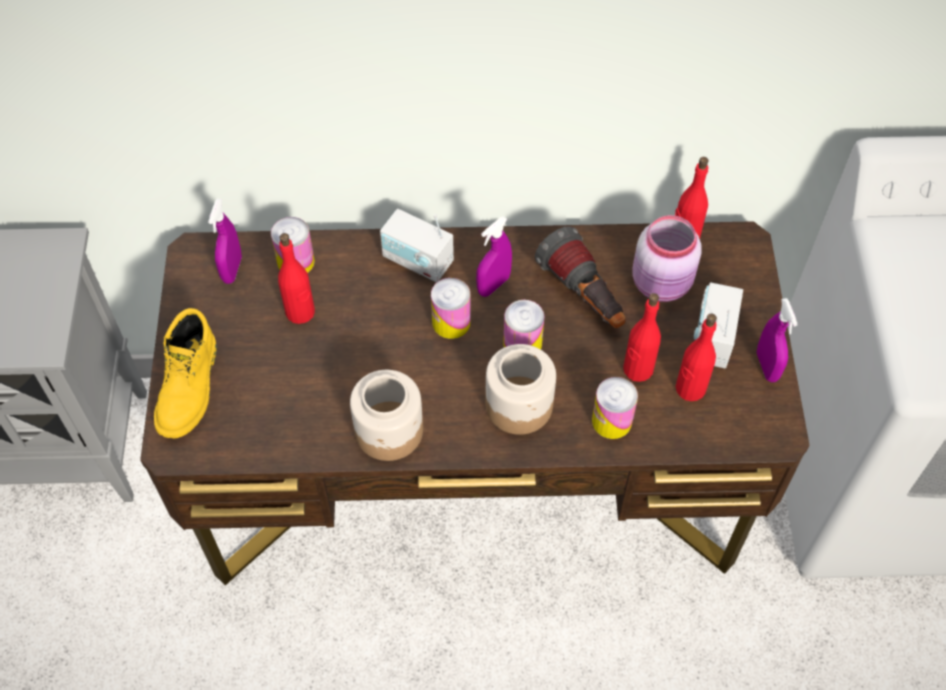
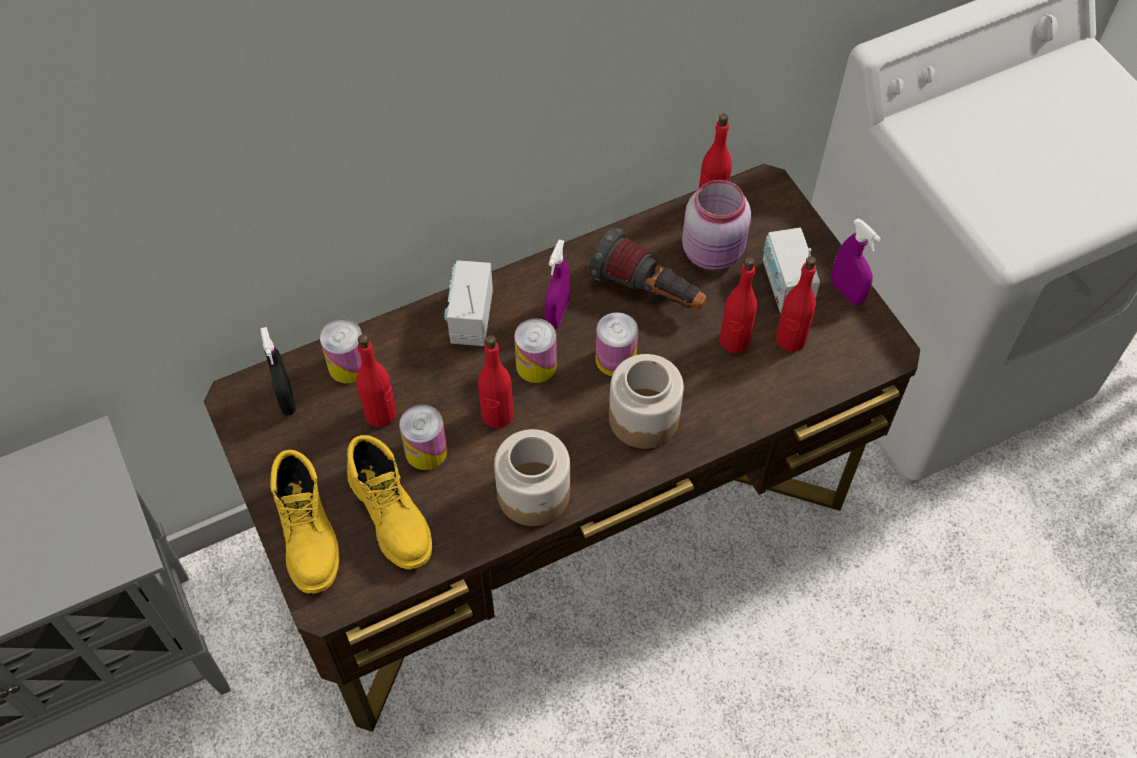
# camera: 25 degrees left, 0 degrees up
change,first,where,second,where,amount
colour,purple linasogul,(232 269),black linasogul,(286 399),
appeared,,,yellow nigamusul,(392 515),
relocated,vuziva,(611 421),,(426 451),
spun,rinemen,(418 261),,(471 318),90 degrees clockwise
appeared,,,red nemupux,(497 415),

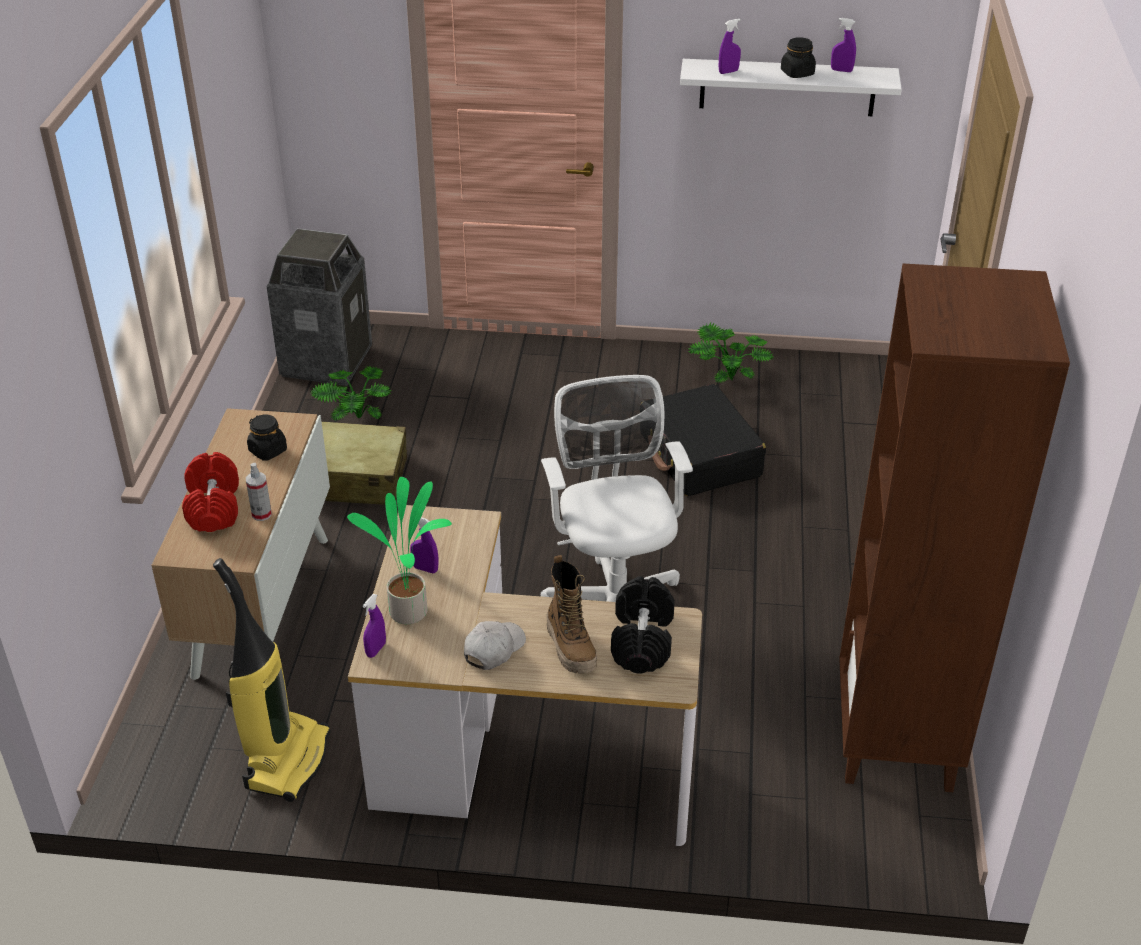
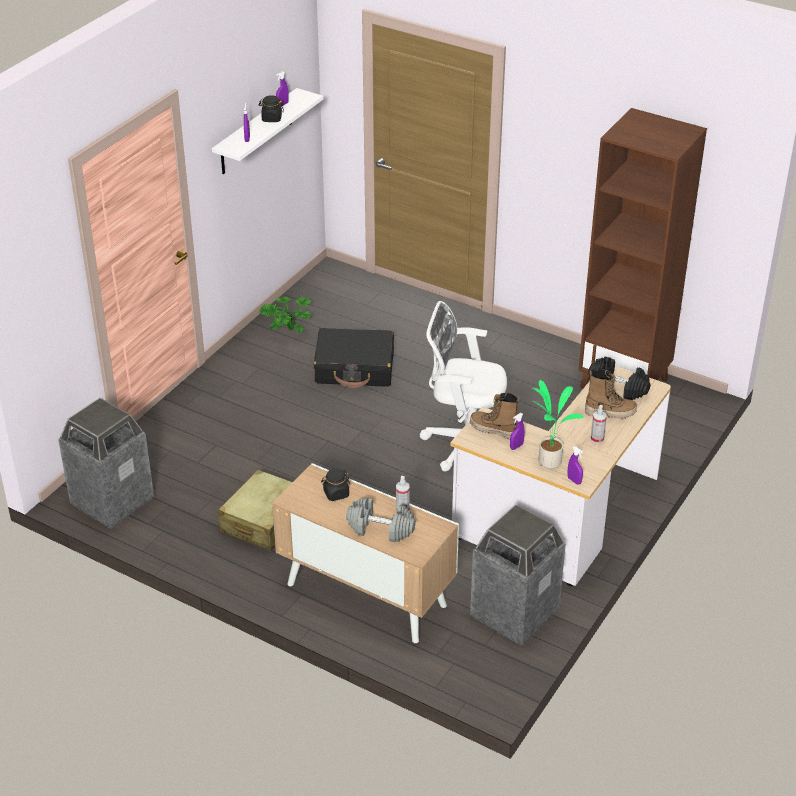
# camera: 65 degrees left, 0 degrees up
change,first,where,second,where,amount
colour,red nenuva,(213 507),grey nenuva,(380 529),
appeared,,,nigamusul,(494 430),
exchanged,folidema,(286 759),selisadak,(514 613),
exchanged,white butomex,(493 649),linasogul,(597 439),
missing,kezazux,(353 419),,,

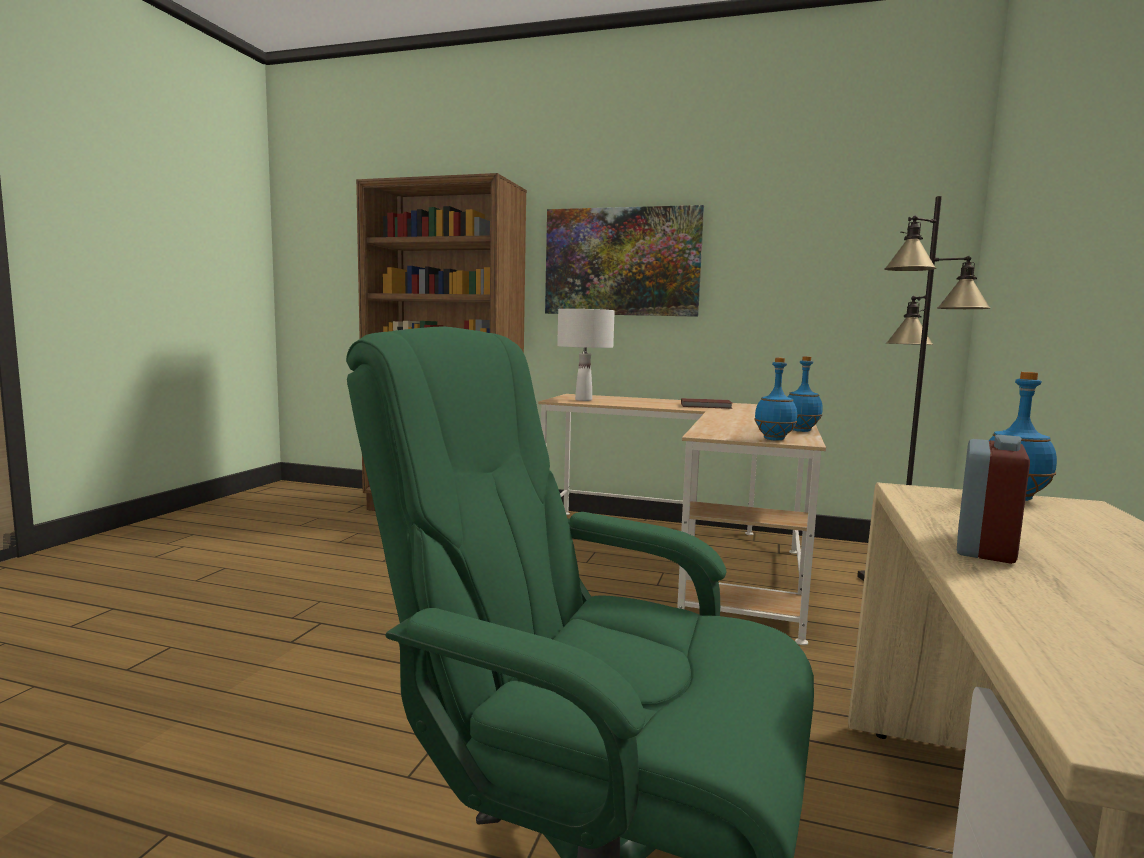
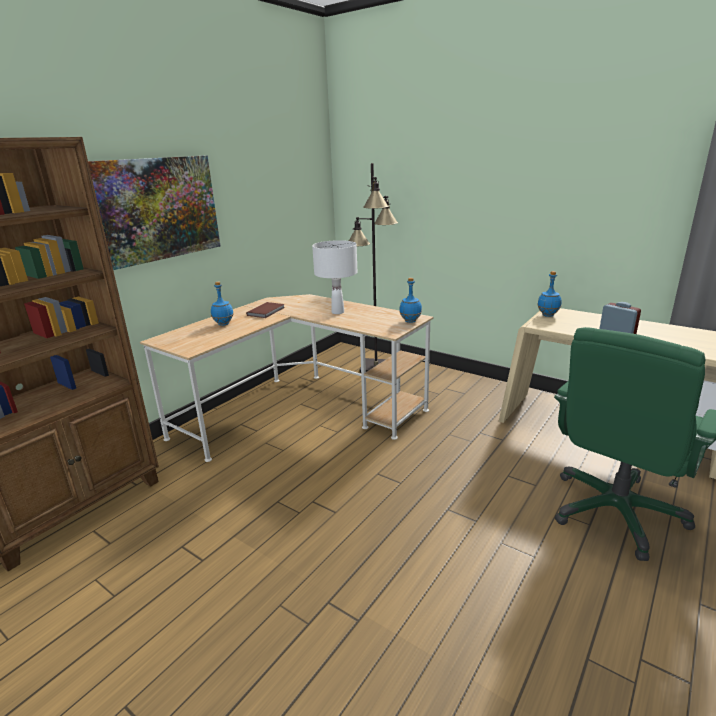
# camera: 70 degrees left, 15 degrees up
change,first,where,second,where,amount
relocated,blue nemupux,(801 431),,(224 324),
relocated,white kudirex,(583 400),,(338 312),

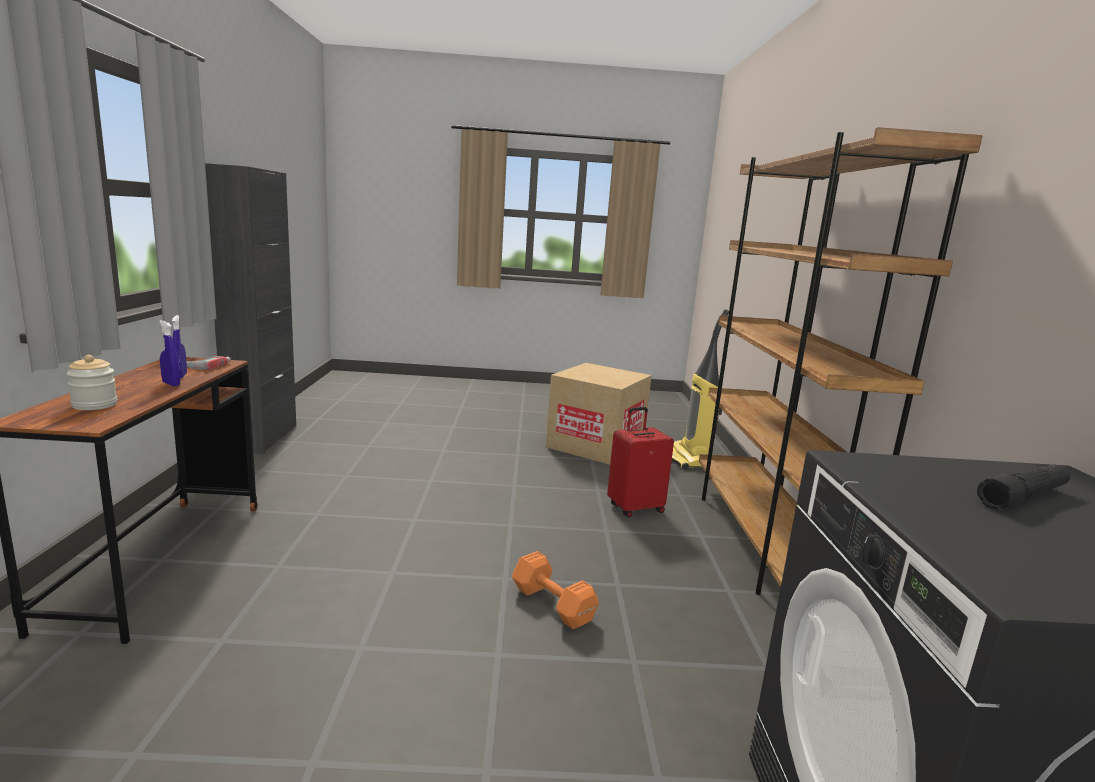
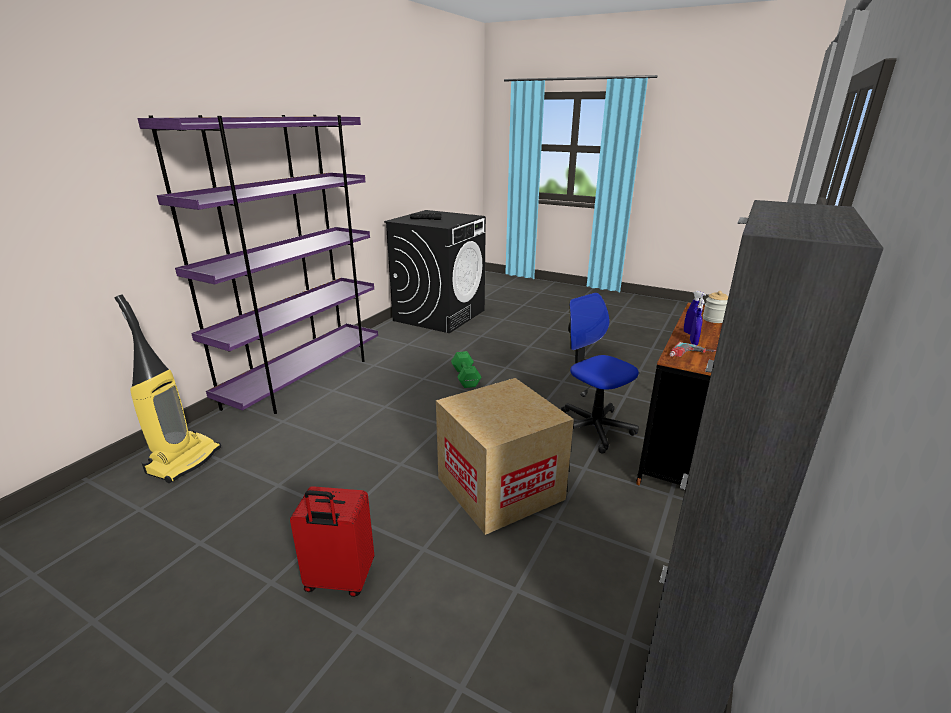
# camera: 150 degrees left, 10 degrees up
change,first,where,second,where,amount
colour,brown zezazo,(763 542),purple zezazo,(305 379),
relocated,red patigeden,(635 508),,(339 580),
relocated,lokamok,(595 445),,(500 488),
colour,orange nenuva,(553 606),green nenuva,(466 377),
appeared,,,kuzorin,(593 428),

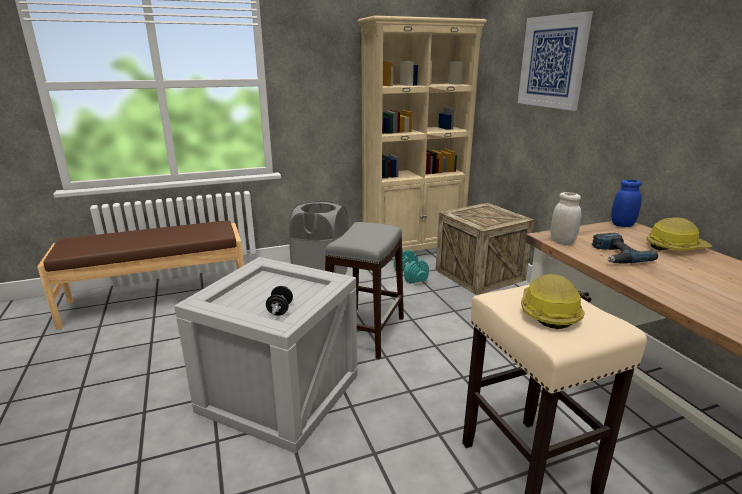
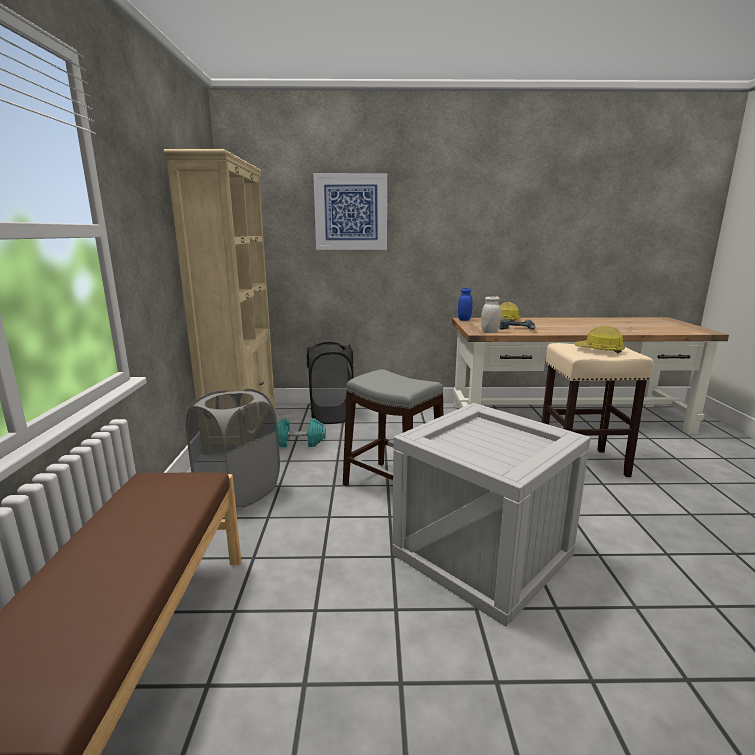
# camera: 70 degrees left, 5 degrees down
change,first,where,second,where,amount
exchanged,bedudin,(479 275),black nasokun,(331 415),
missing,black nenuva,(280 310),,,

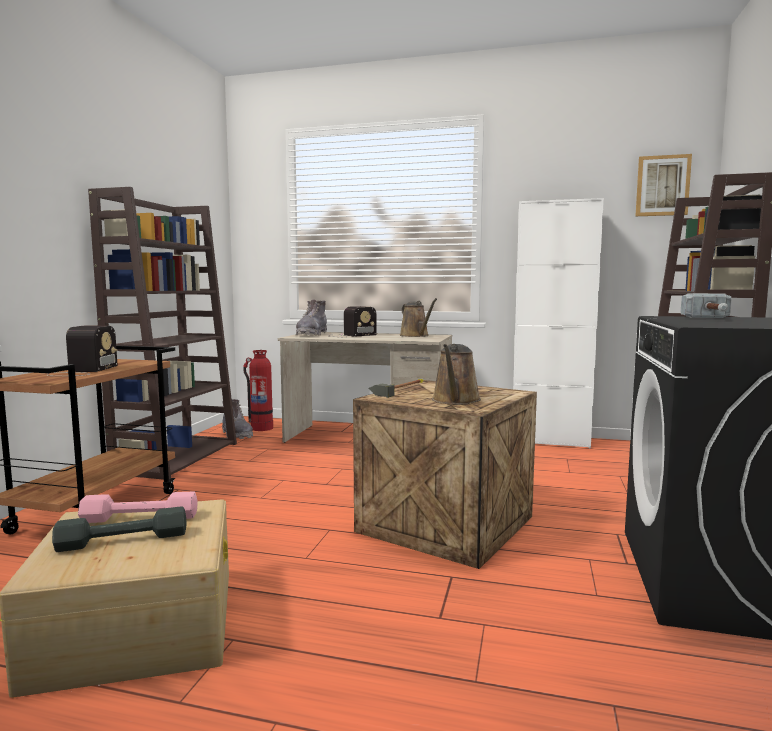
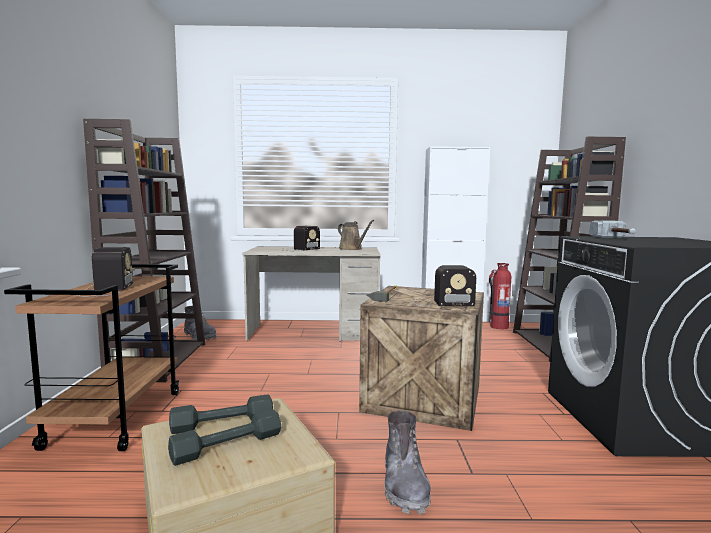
# camera: 15 degrees left, 0 degrees up
change,first,where,second,where,amount
colour,pink nenuva,(140 518),grey nenuva,(223 423),
relocated,grey nigamusul,(312 334),,(404 485),
exchanged,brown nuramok,(455 401),rinemen,(440 302),
relocated,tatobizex,(261 428),,(498 326),
missing,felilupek,(662 186),,,

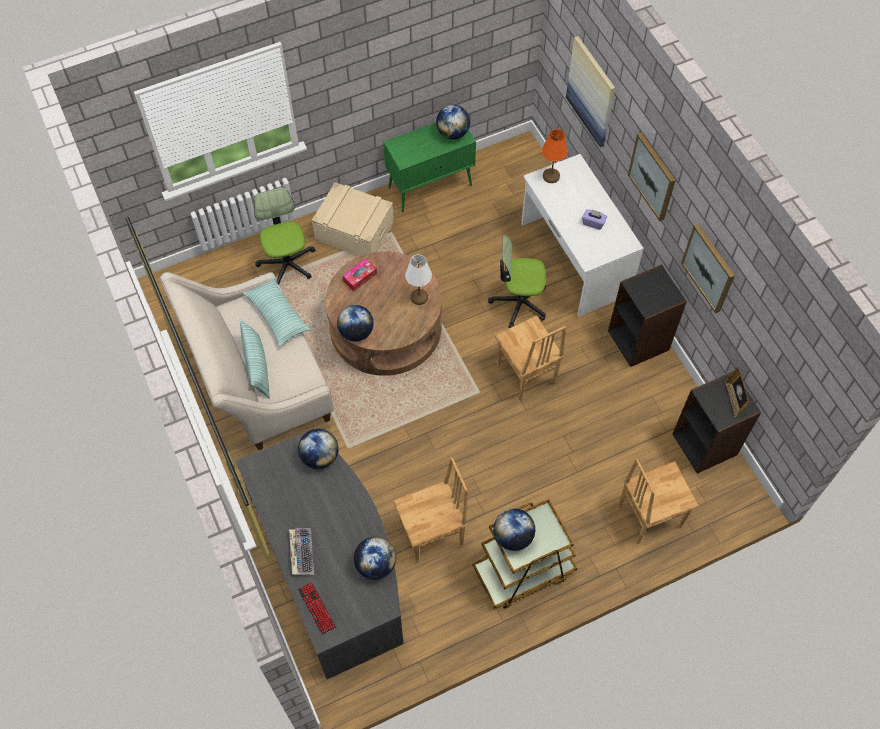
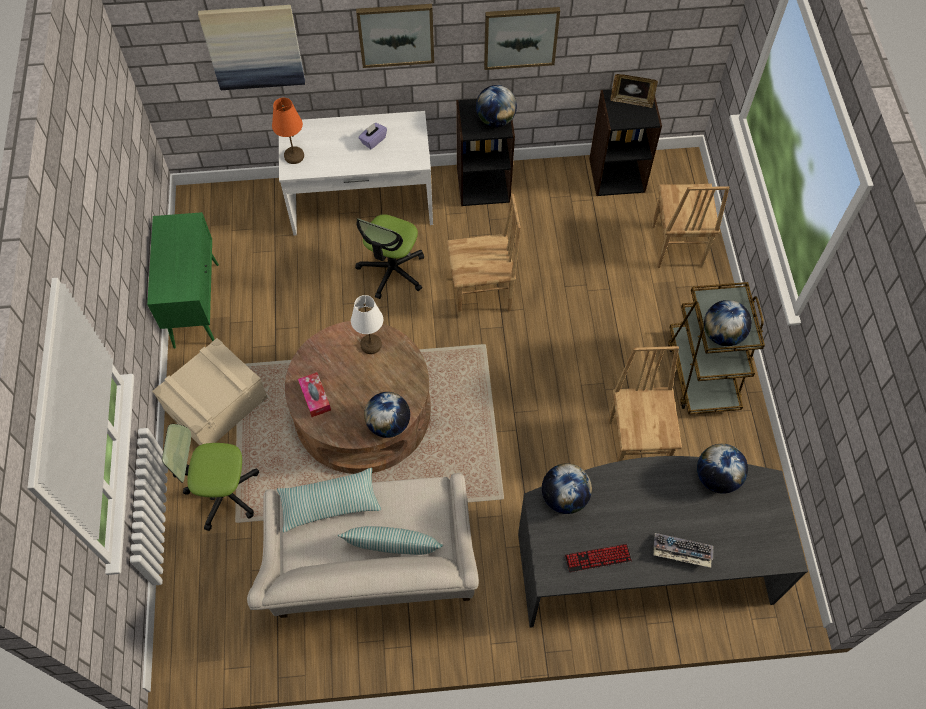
# camera: 70 degrees left, 0 degrees up
change,first,where,second,where,amount
relocated,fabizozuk,(452 133),,(495 120),
relocated,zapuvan,(316 608),,(598 558),

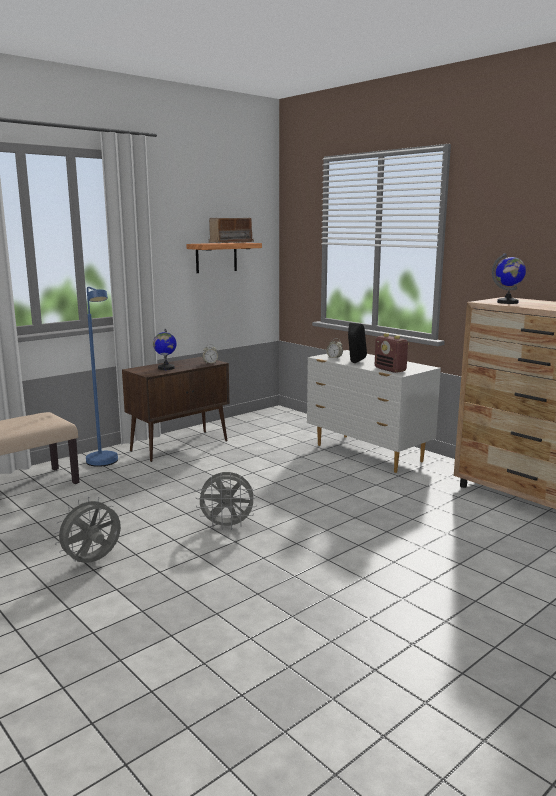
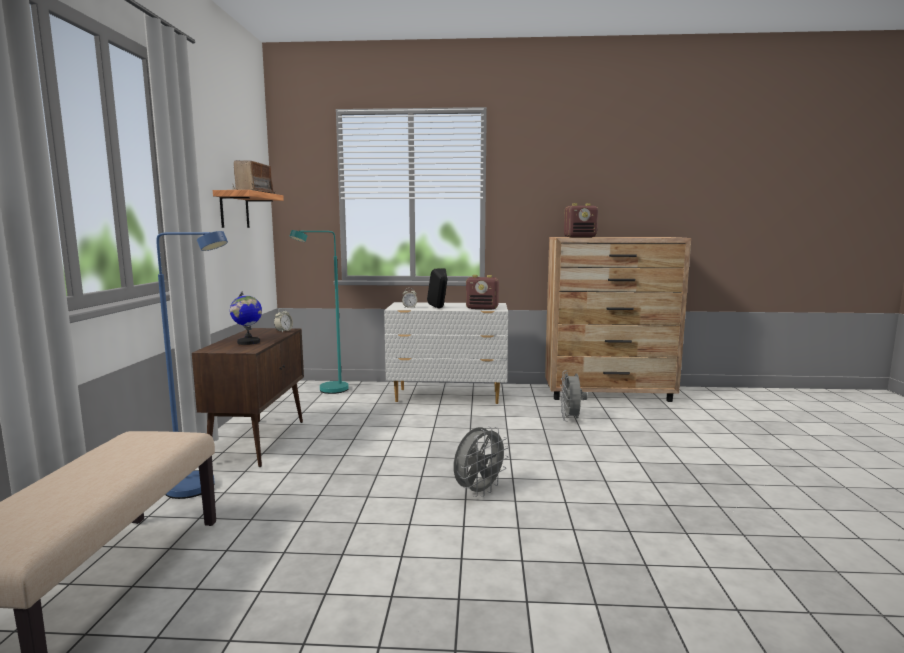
# camera: 45 degrees left, 5 degrees down
change,first,where,second,where,amount
appeared,,,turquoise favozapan,(327 391),
relocated,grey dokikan,(92 562),,(571 420),
exchanged,fabizozuk,(507 302),rinemen,(580 237),

